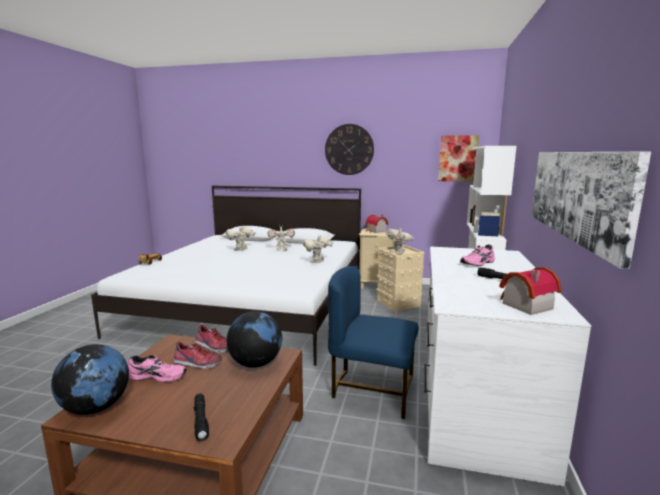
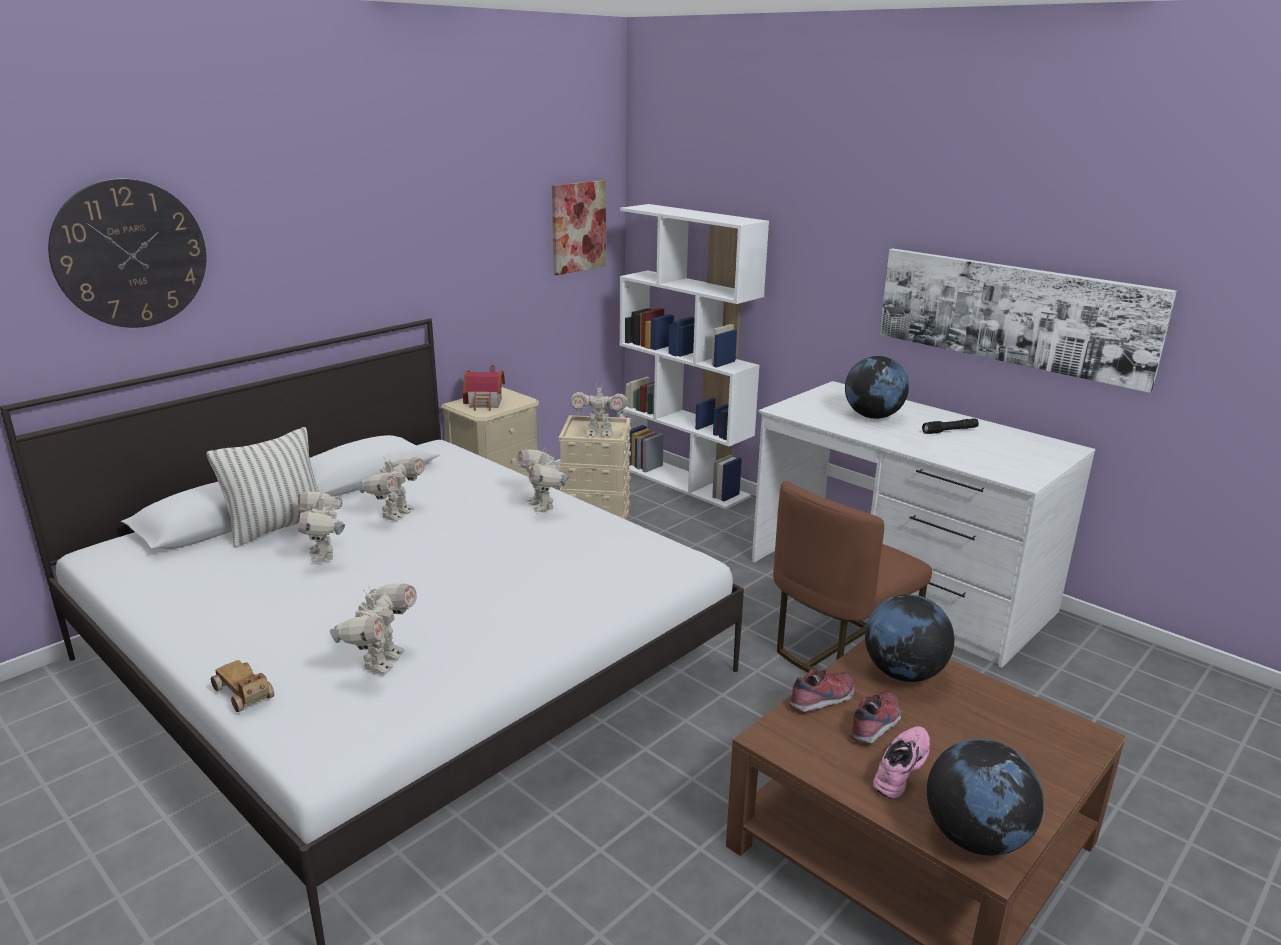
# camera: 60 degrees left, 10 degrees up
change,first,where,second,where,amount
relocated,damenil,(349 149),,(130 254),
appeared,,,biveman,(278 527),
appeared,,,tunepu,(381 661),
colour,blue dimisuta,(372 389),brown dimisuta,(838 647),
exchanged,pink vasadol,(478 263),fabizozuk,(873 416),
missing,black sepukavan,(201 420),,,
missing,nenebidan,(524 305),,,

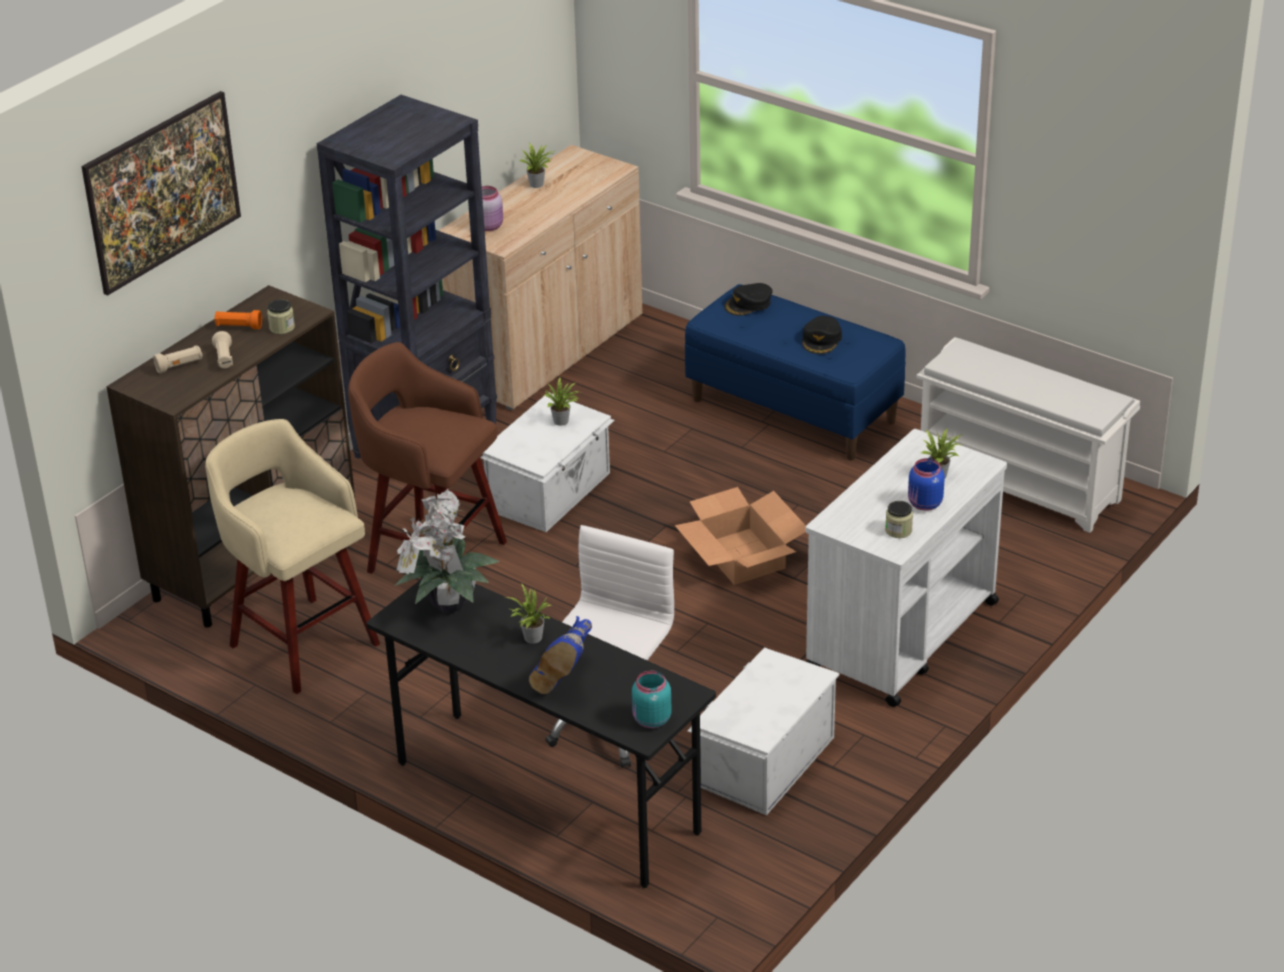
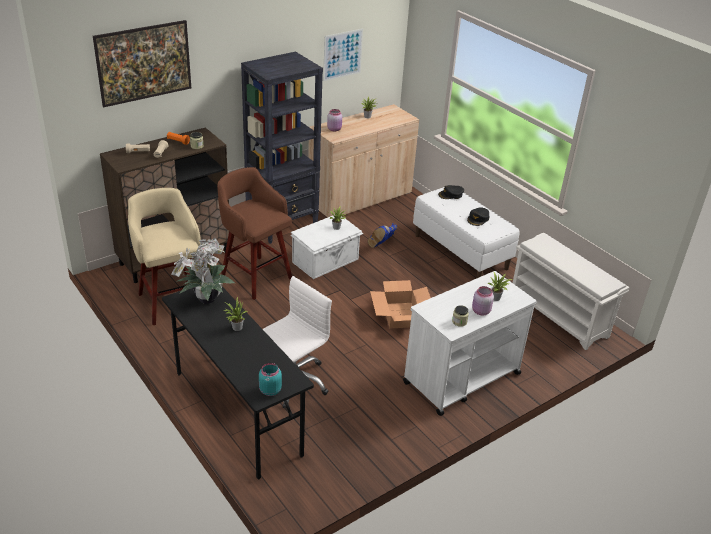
# camera: 15 degrees right, 0 degrees up
change,first,where,second,where,amount
appeared,,,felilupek,(342 54),
relocated,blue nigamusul,(564 679),,(382 245),
colour,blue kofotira,(794 410),white kofotira,(461 252),
colour,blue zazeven,(924 504),pink zazeven,(480 311),
missing,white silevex,(763 761),,,

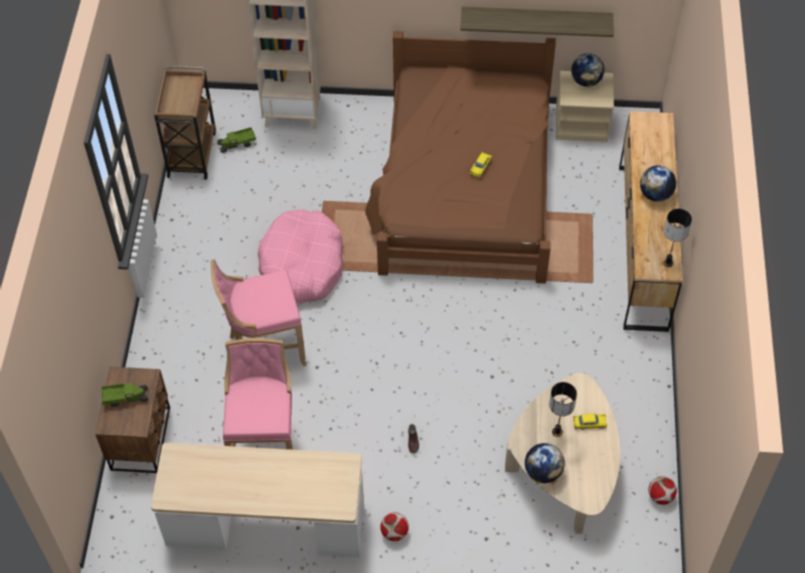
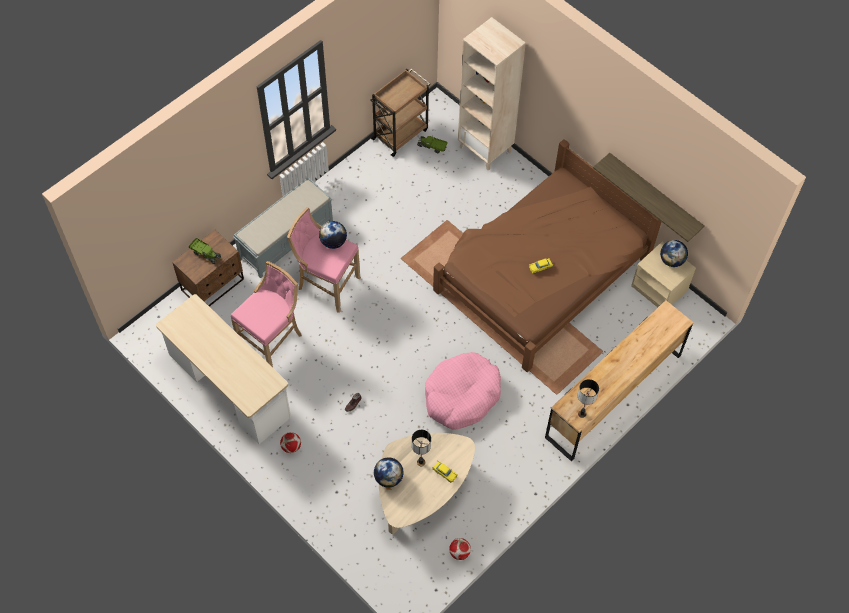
# camera: 40 degrees right, 5 degrees up
change,first,where,second,where,amount
appeared,,,grey kofotira,(286 238),
relocated,fabizozuk,(655 194),,(333 242),
relocated,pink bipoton,(302 265),,(461 395),

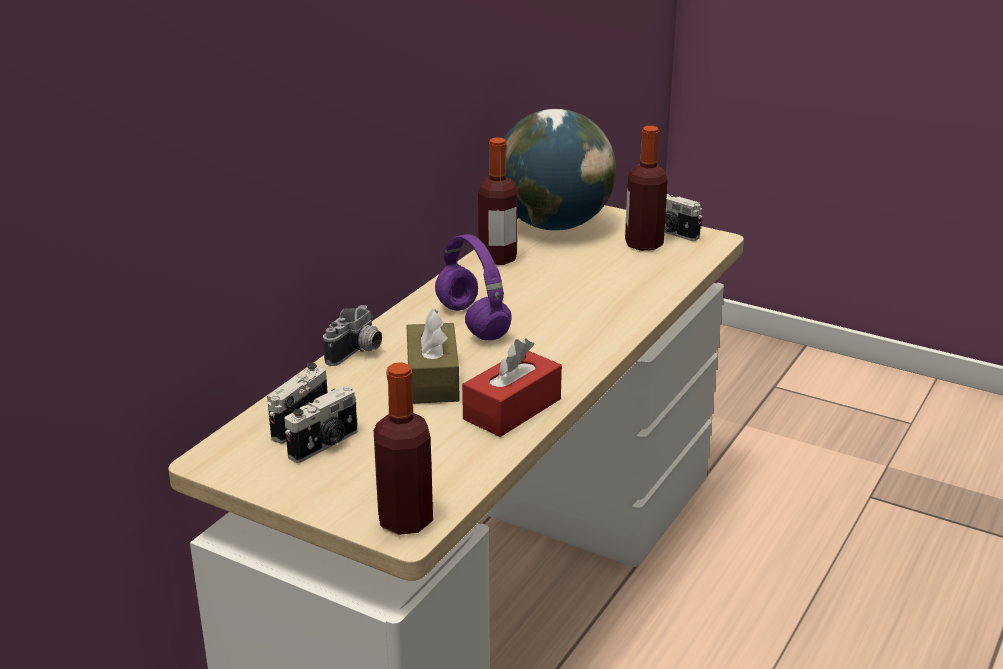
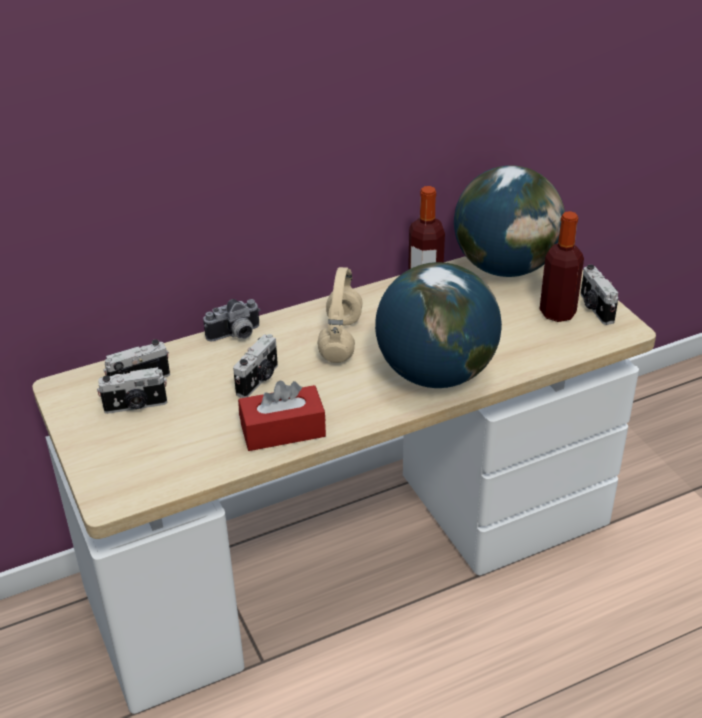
# camera: 35 degrees right, 10 degrees up
change,first,where,second,where,amount
exchanged,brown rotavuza,(432 379),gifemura,(259 380),
colour,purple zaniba,(470 322),beige zaniba,(340 338),
appeared,,,fabizozuk,(436 374),
missing,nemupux,(405 520),,,

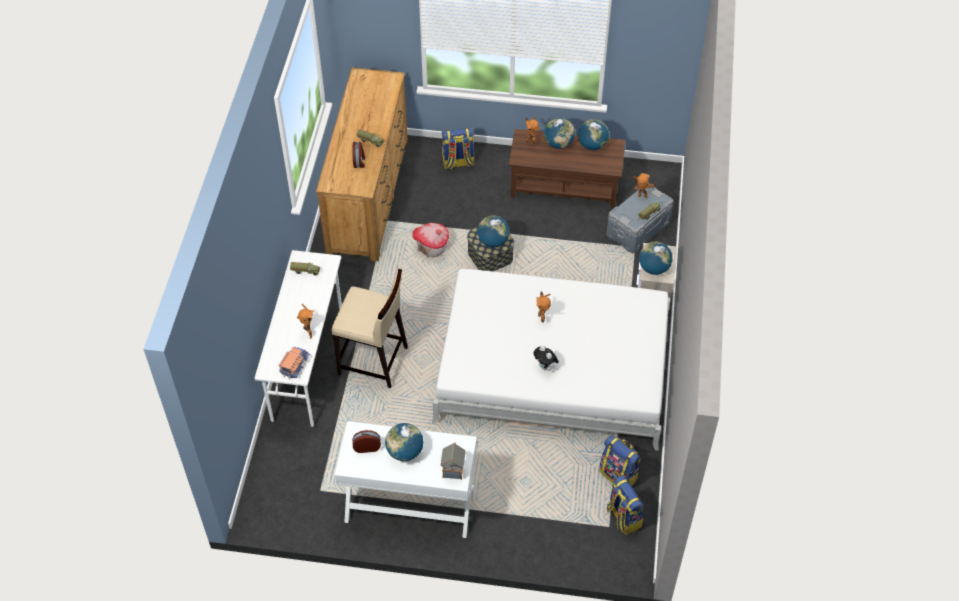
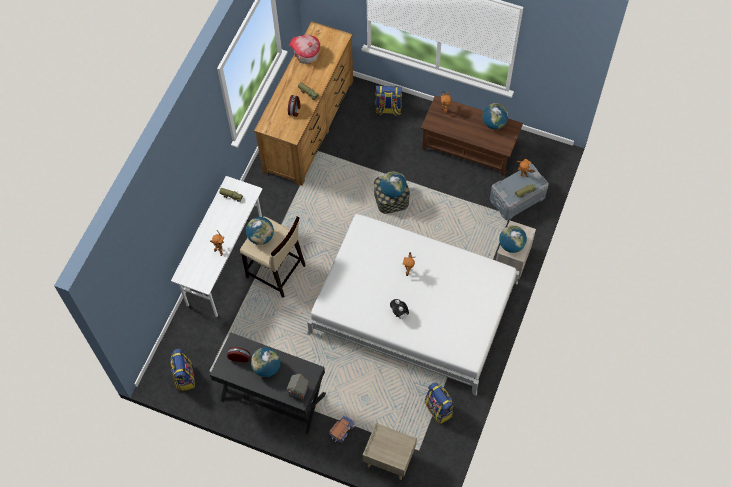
# camera: 15 degrees right, 10 degrees up
change,first,where,second,where,amount
relocated,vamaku,(623 517),,(184 377),
colour,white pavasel,(409 504),black pavasel,(273 397),
relocated,fabizozuk,(558 144),,(261 237),
relocated,nenebidan,(432 247),,(306 55),
relocated,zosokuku,(294 365),,(342 429),
appeared,,,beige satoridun,(389 460),

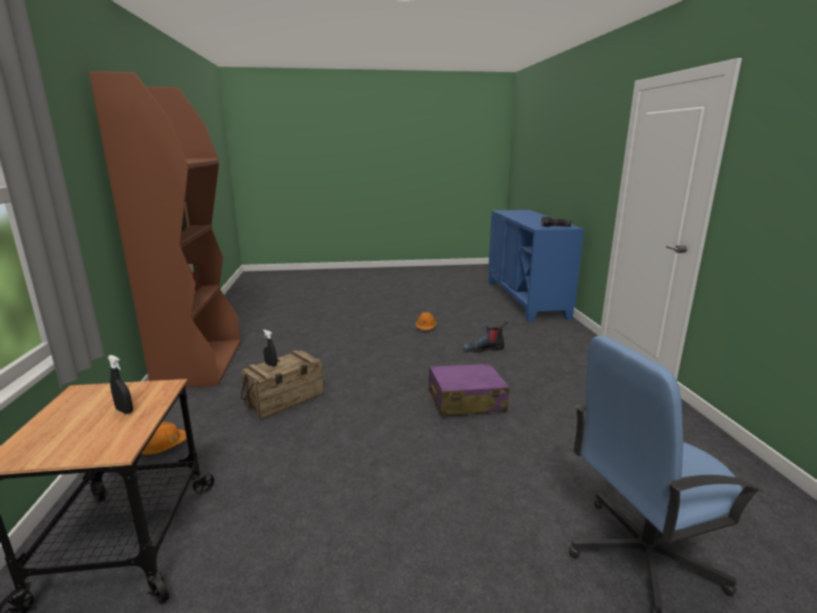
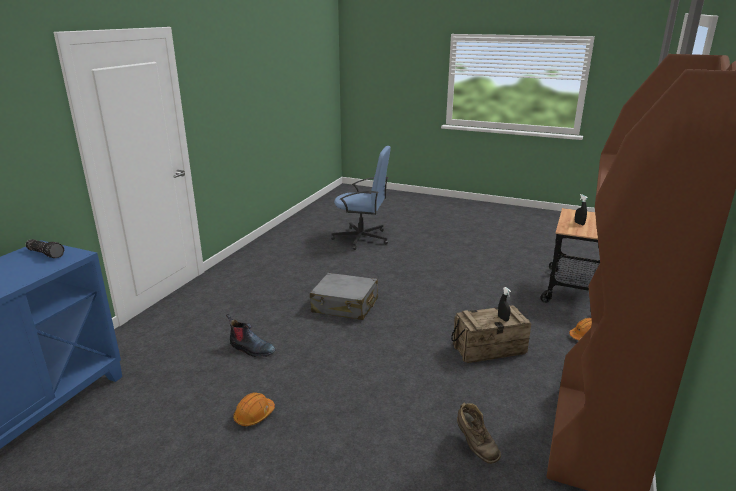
# camera: 150 degrees left, 5 degrees up
change,first,where,second,where,amount
colour,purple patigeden,(465 401),grey patigeden,(345 305),
appeared,,,brown nigamusul,(475 446),

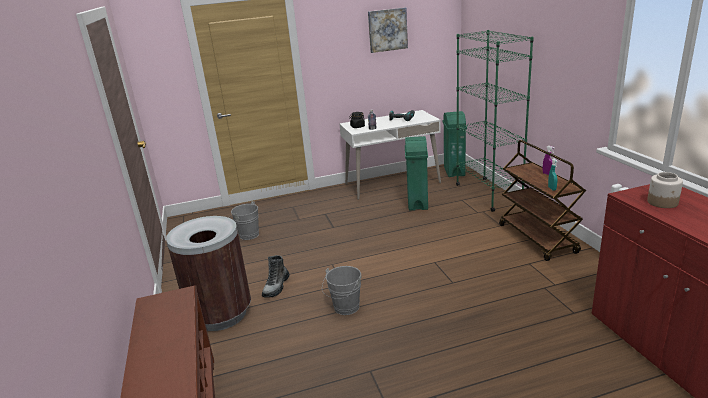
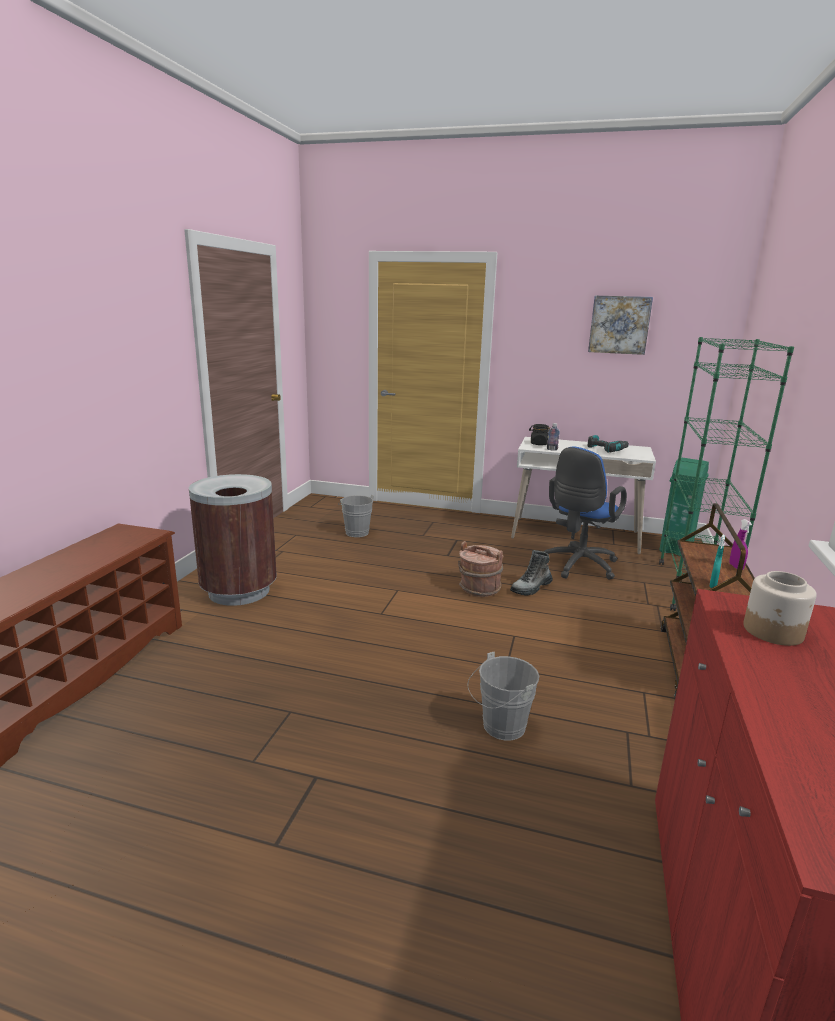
# camera: 30 degrees right, 5 degrees down
change,first,where,second,where,amount
appeared,,,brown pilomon,(479 588),
relocated,grey pilomon,(345 309),,(500 727),
relocated,nigamusul,(276 287),,(531 588),
exchanged,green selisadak,(417 204),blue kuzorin,(577 566),

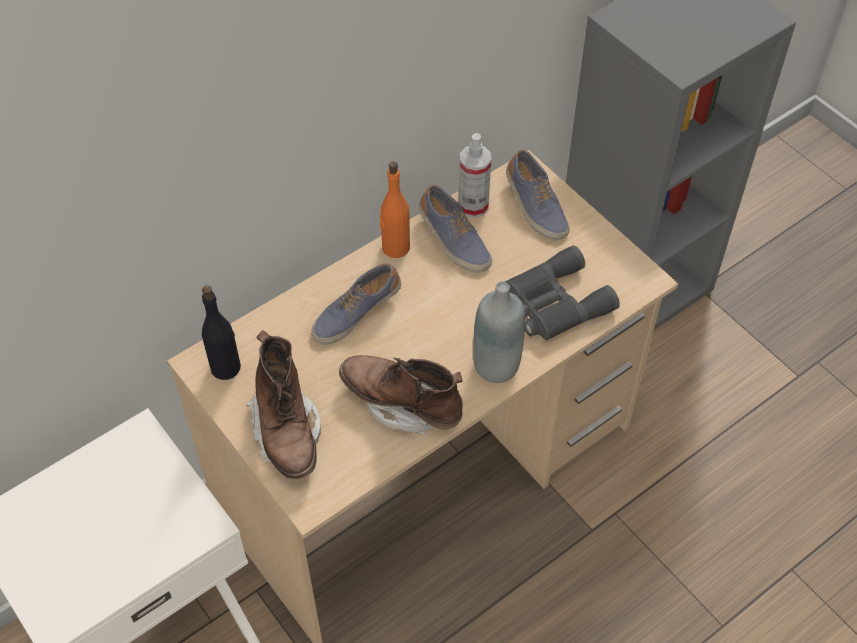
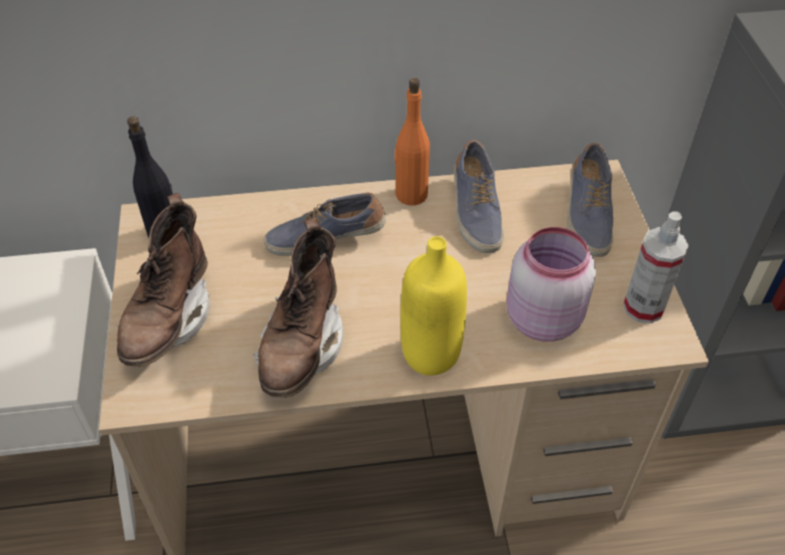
# camera: 30 degrees right, 5 degrees down
change,first,where,second,where,amount
spun,brown nigamusul,(402 404),,(302 346),135 degrees counterclockwise
colour,grey nemupux,(496 366),yellow nemupux,(430 354),
exchanged,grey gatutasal,(553 303),pink zazeven,(541 318),
relocated,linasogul,(473 206),,(643 307),

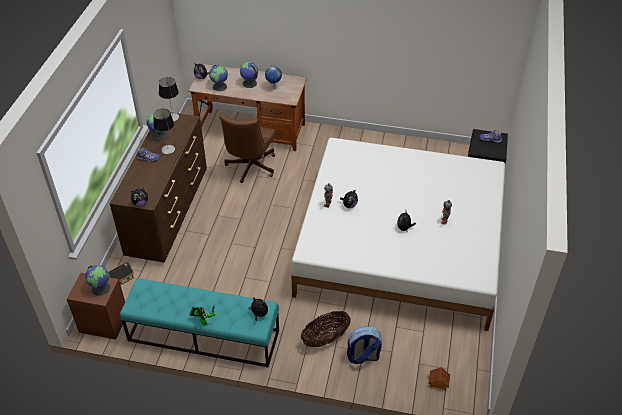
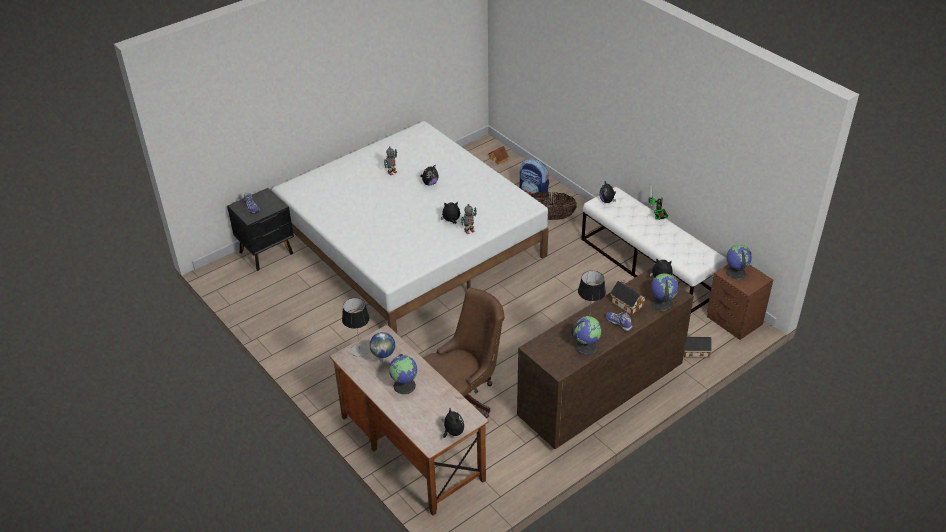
# camera: 140 degrees left, 5 degrees down
change,first,where,second,where,amount
relocated,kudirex,(172 117),,(359 350),
colour,turquoise kofotira,(203 335),white kofotira,(648 266),
appeared,,,nenebidan,(626 303),
relocated,fabizozuk,(220 86),,(661 303),

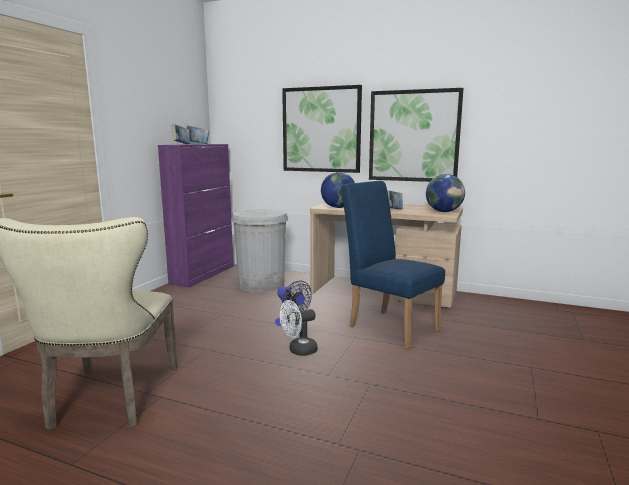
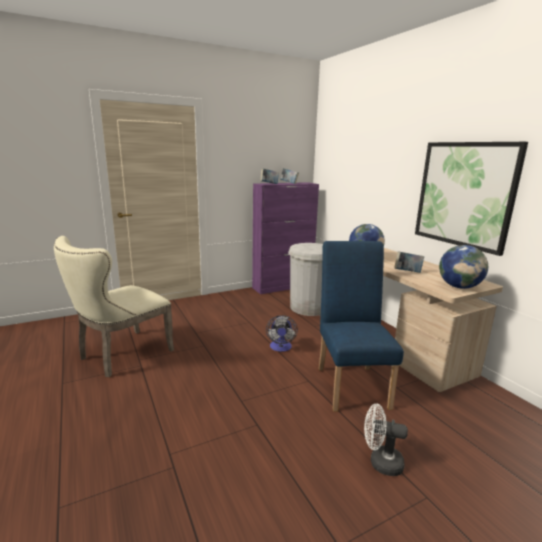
# camera: 40 degrees right, 5 degrees up
change,first,where,second,where,amount
relocated,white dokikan,(298 351),,(380 462),
missing,felilupek,(321 130),,,

